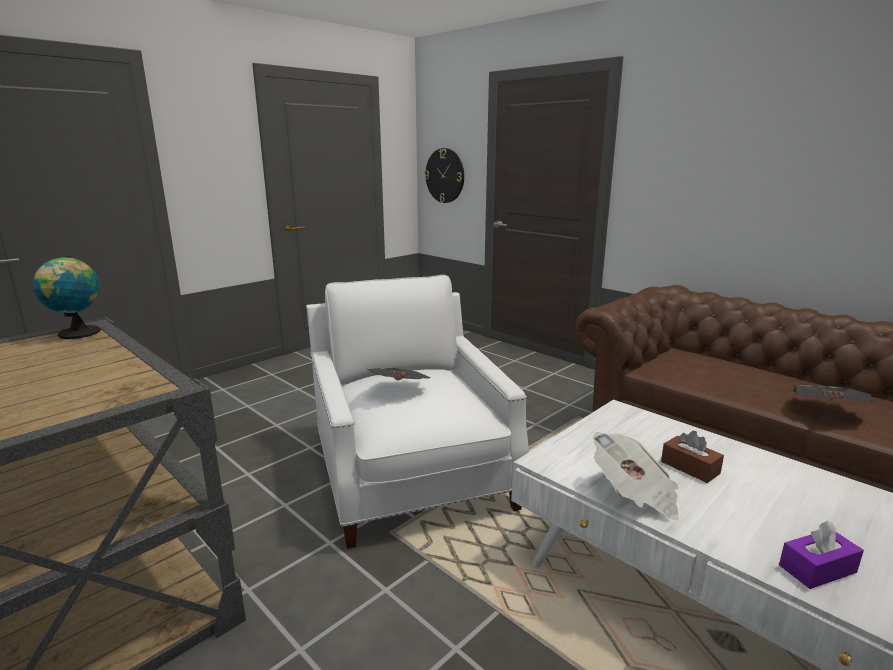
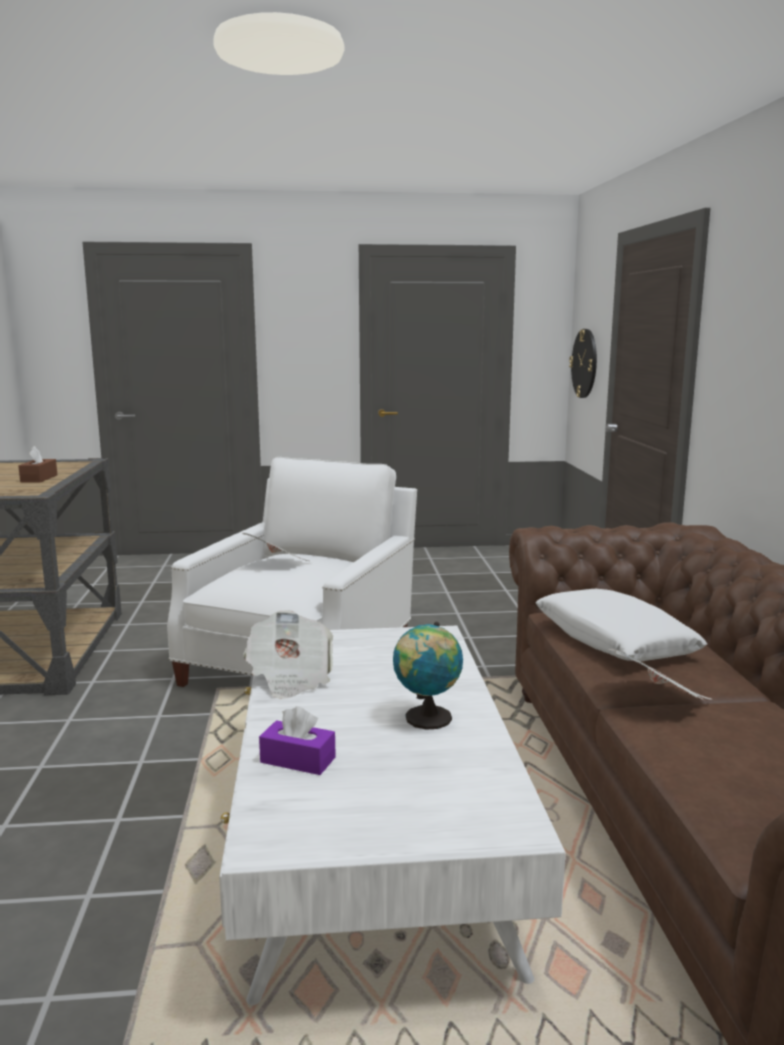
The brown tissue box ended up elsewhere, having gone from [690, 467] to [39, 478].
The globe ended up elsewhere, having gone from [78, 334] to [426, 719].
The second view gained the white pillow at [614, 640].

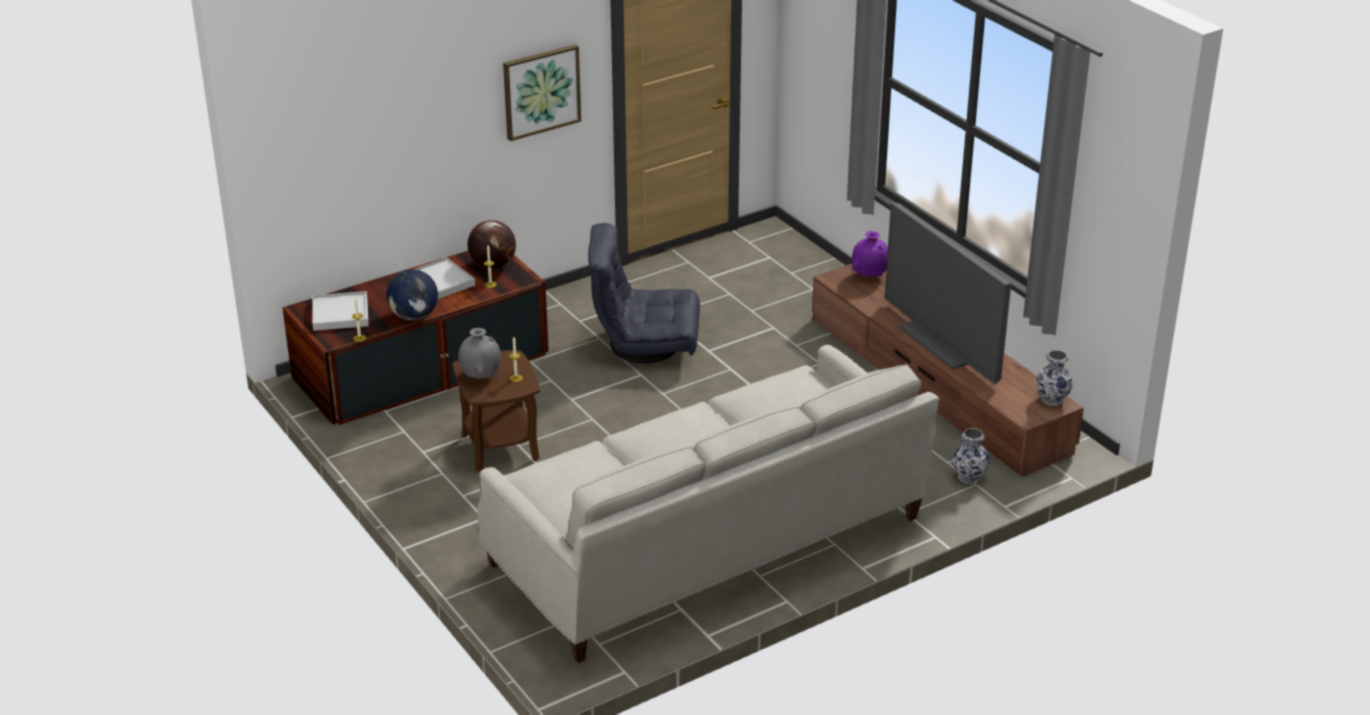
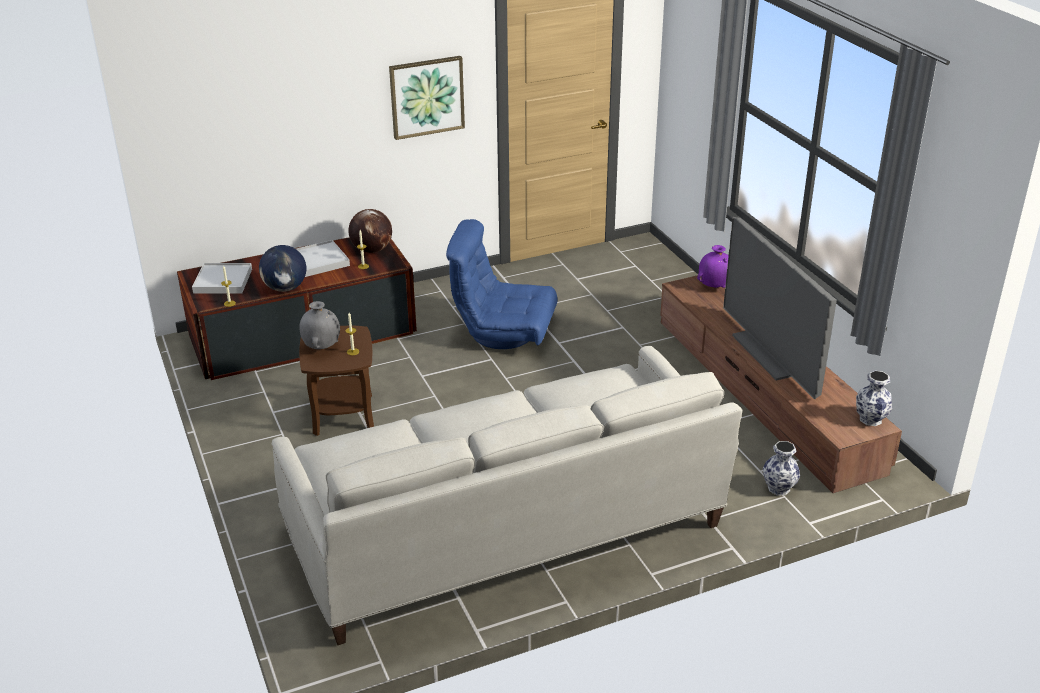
What was the grey armchair at [645, 344] turned into the blue armchair at [503, 332].

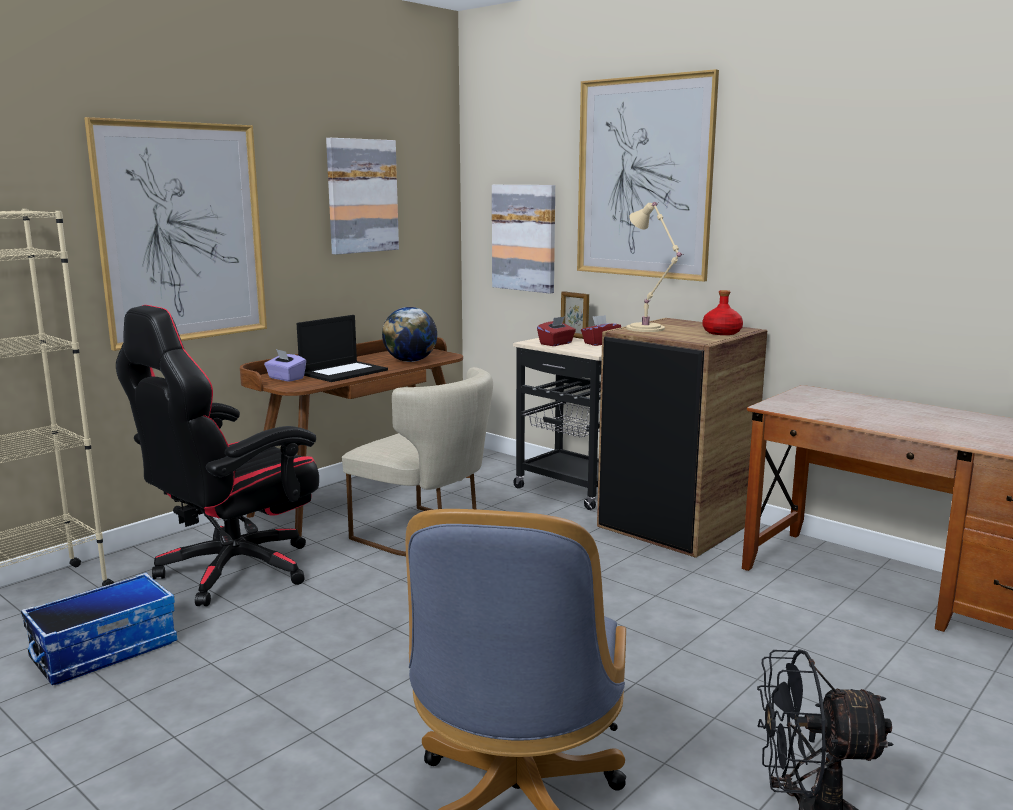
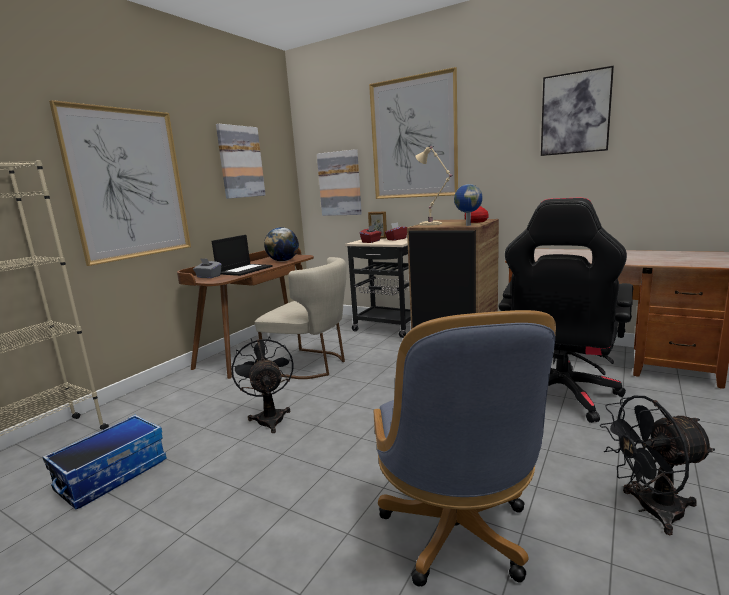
What was the purple tissue box at [285, 378] turned into the grey tissue box at [208, 277].
The second view gained the black fan at [269, 417].
The second view gained the globe at [468, 225].
The black office chair ended up elsewhere, having gone from [236, 570] to [561, 393].
The second view gained the picture at [575, 113].

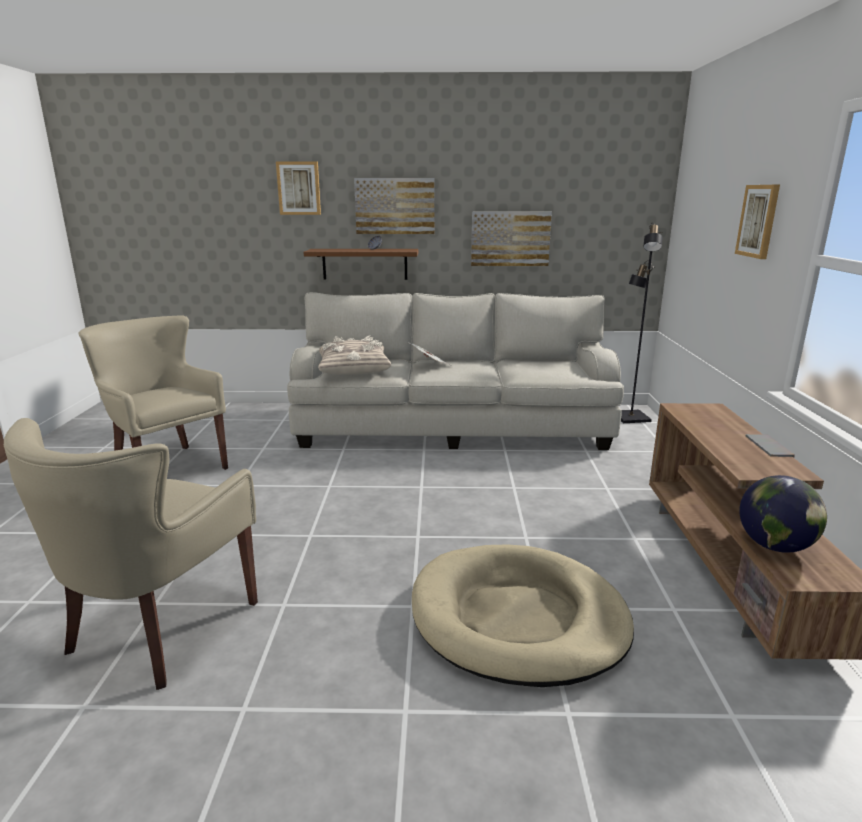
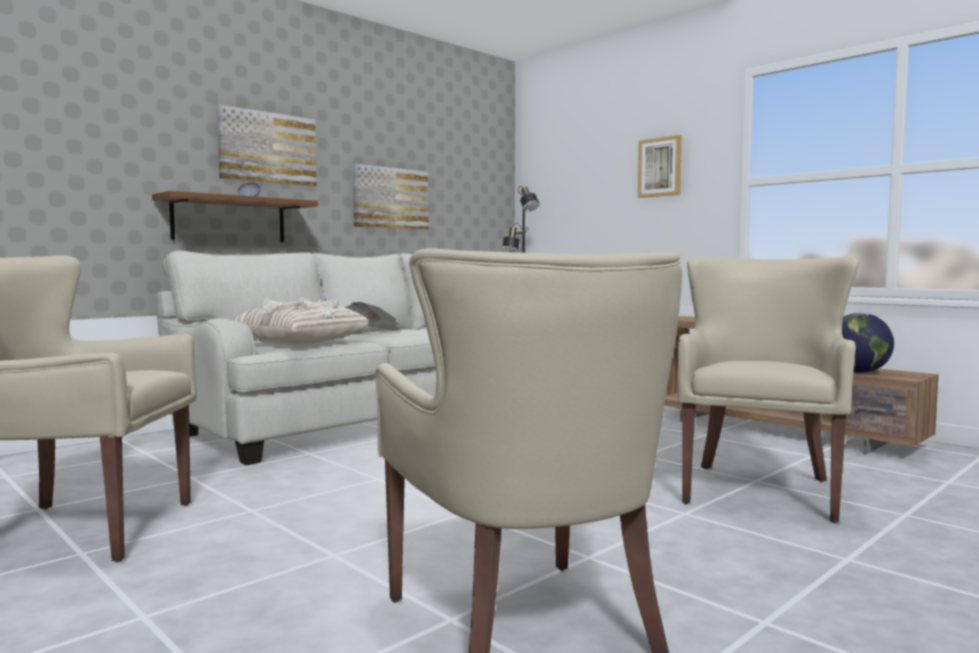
Where the beige dog bed stood at [518, 618], the beige armchair came to stand at [760, 490].
The second view lost the picture at [299, 188].

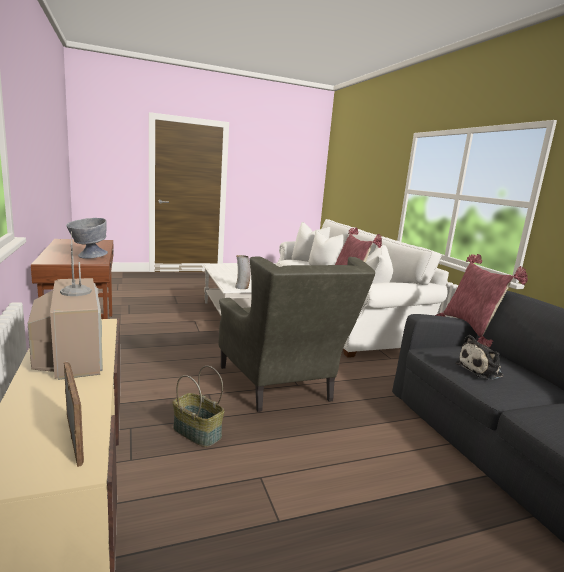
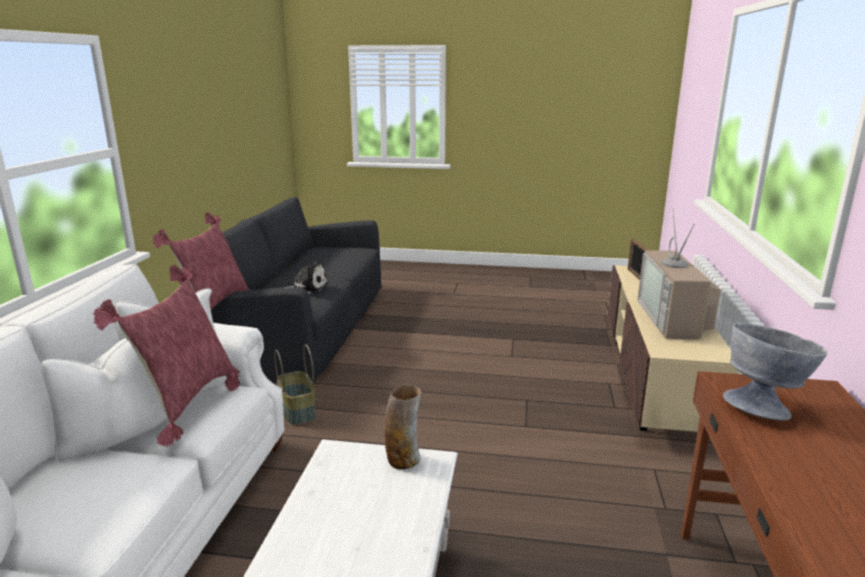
The basket ended up elsewhere, having gone from [196, 432] to [298, 411].
The second view lost the grey armchair at [282, 387].

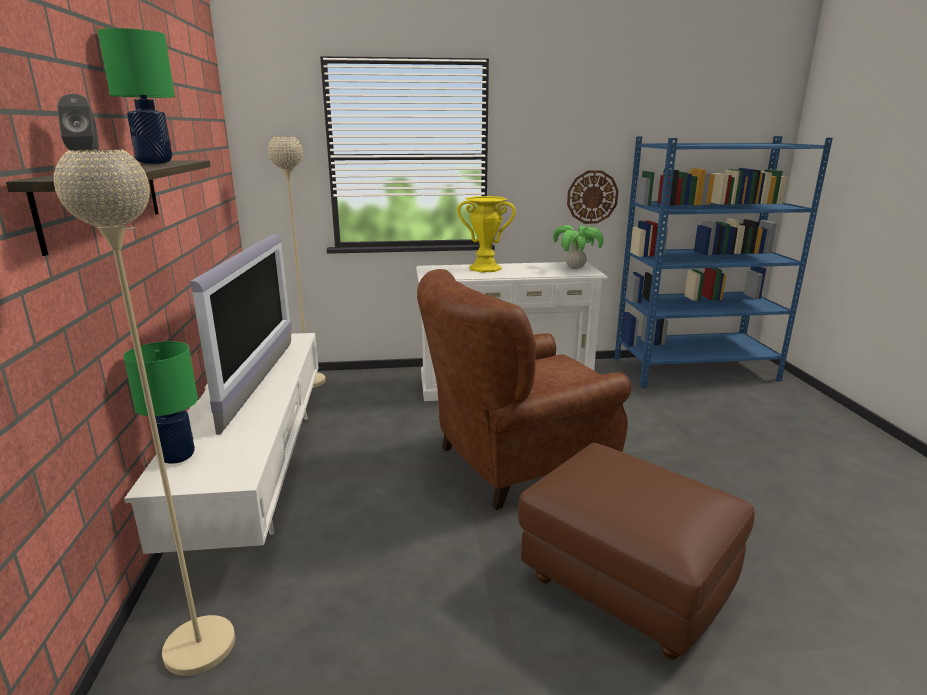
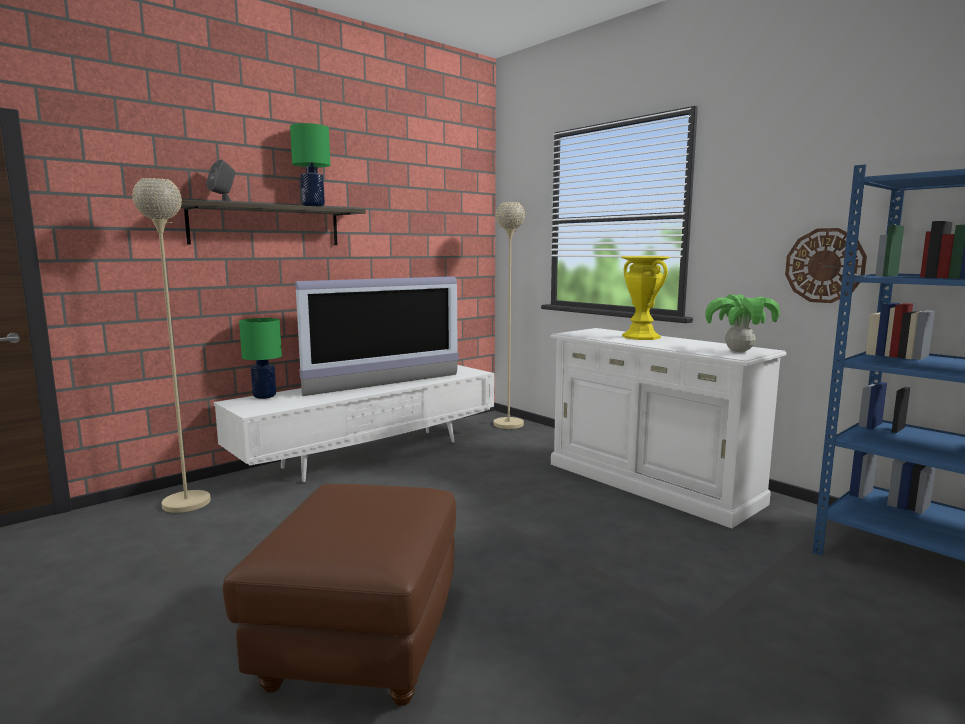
The second view lost the brown armchair at [514, 463].

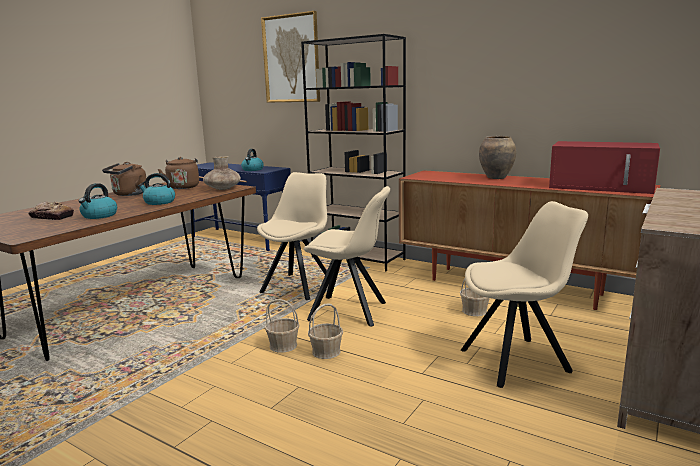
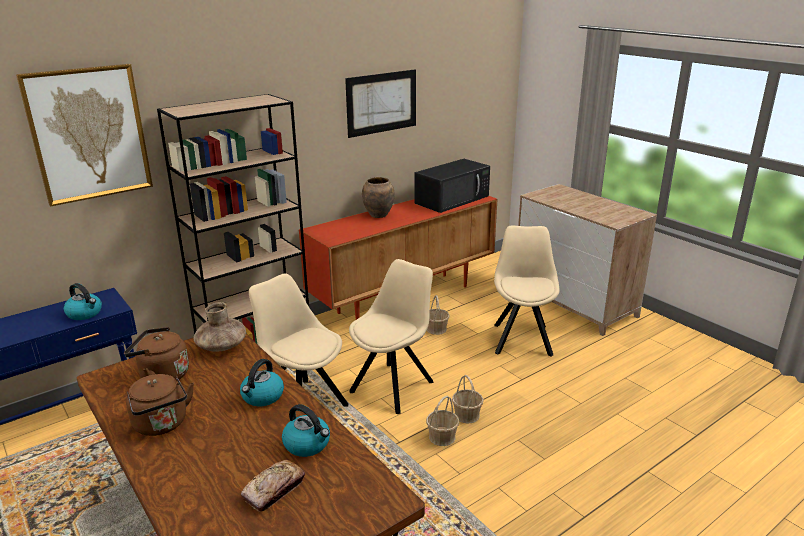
The second view gained the picture at [382, 103].
What was the red microwave at [602, 186] turned into the black microwave at [452, 199].

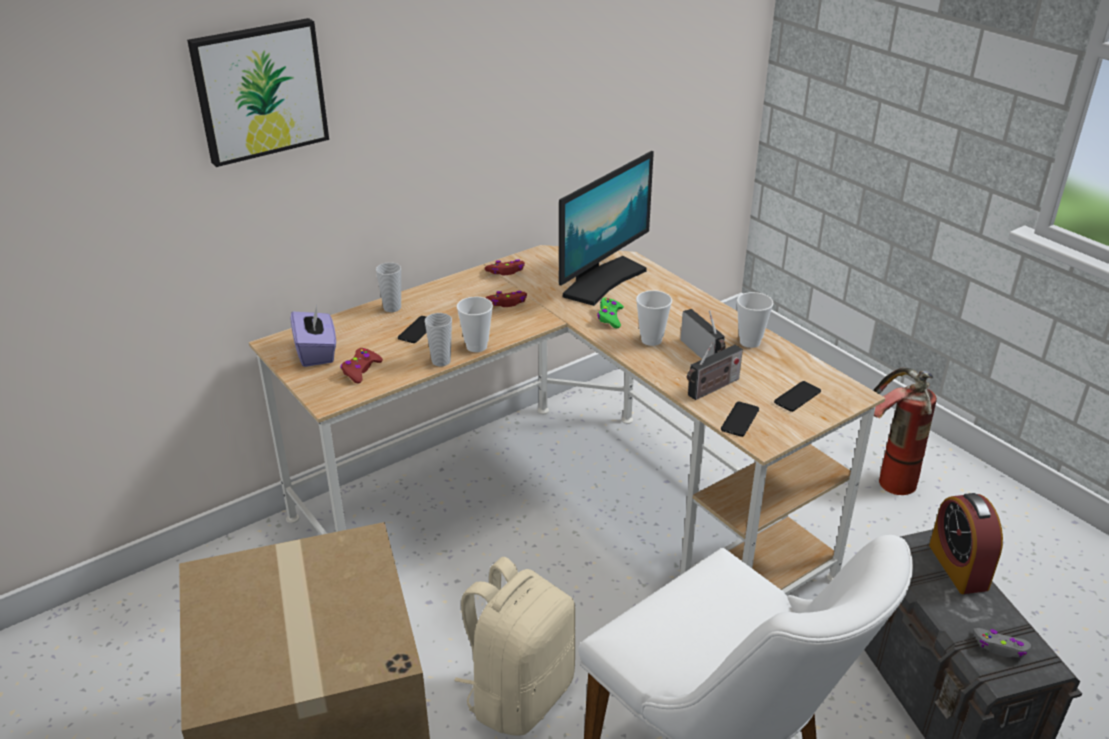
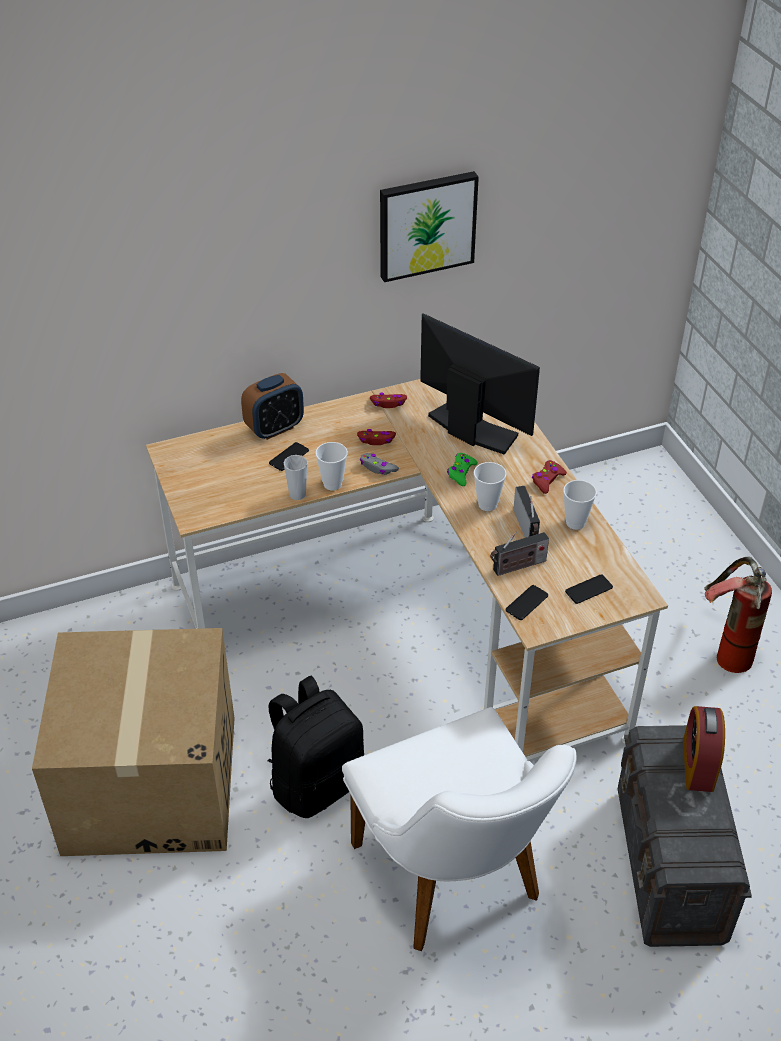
Where the cup stood at [392, 308], the alarm clock came to stand at [274, 428].
What was the beige backpack at [519, 693] turned into the black backpack at [316, 783].
The grey game controller ended up elsewhere, having gone from [1000, 647] to [377, 468].
The picture ended up elsewhere, having gone from [259, 90] to [426, 224].
The monitor at [602, 281] ended up facing another way, 105 degrees counterclockwise from before.
The red game controller ended up elsewhere, having gone from [361, 370] to [547, 480].
The second view lost the purple tissue box at [316, 352].

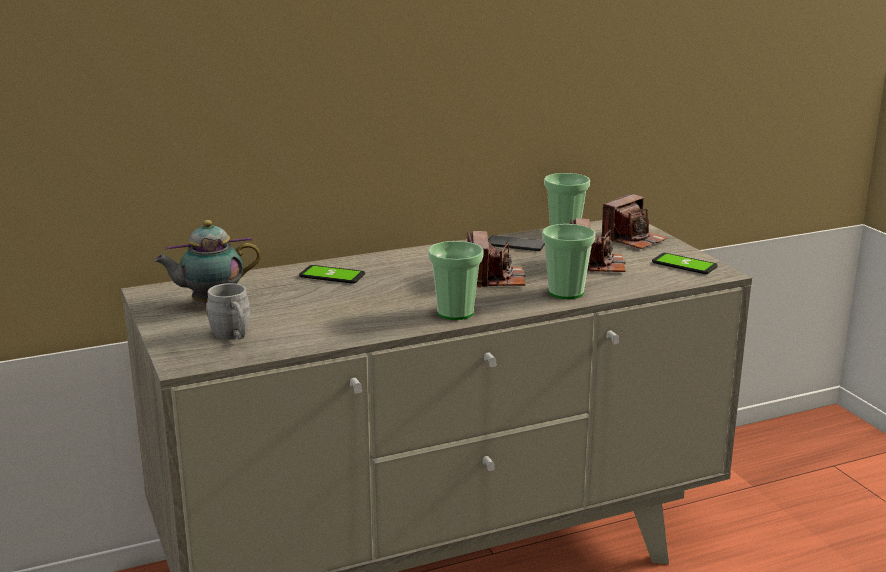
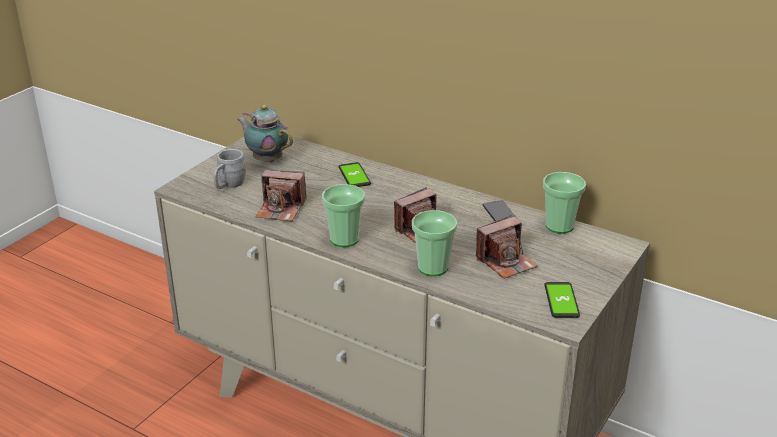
The photo camera ended up elsewhere, having gone from [633, 239] to [281, 209].

